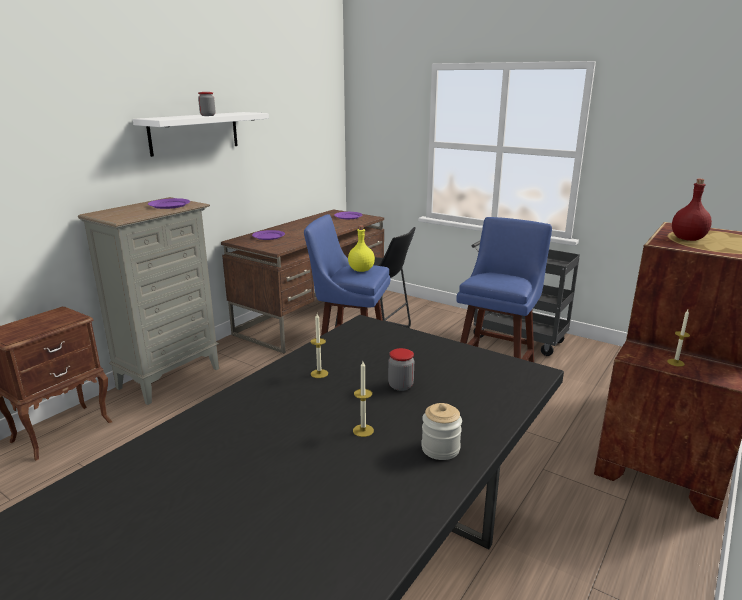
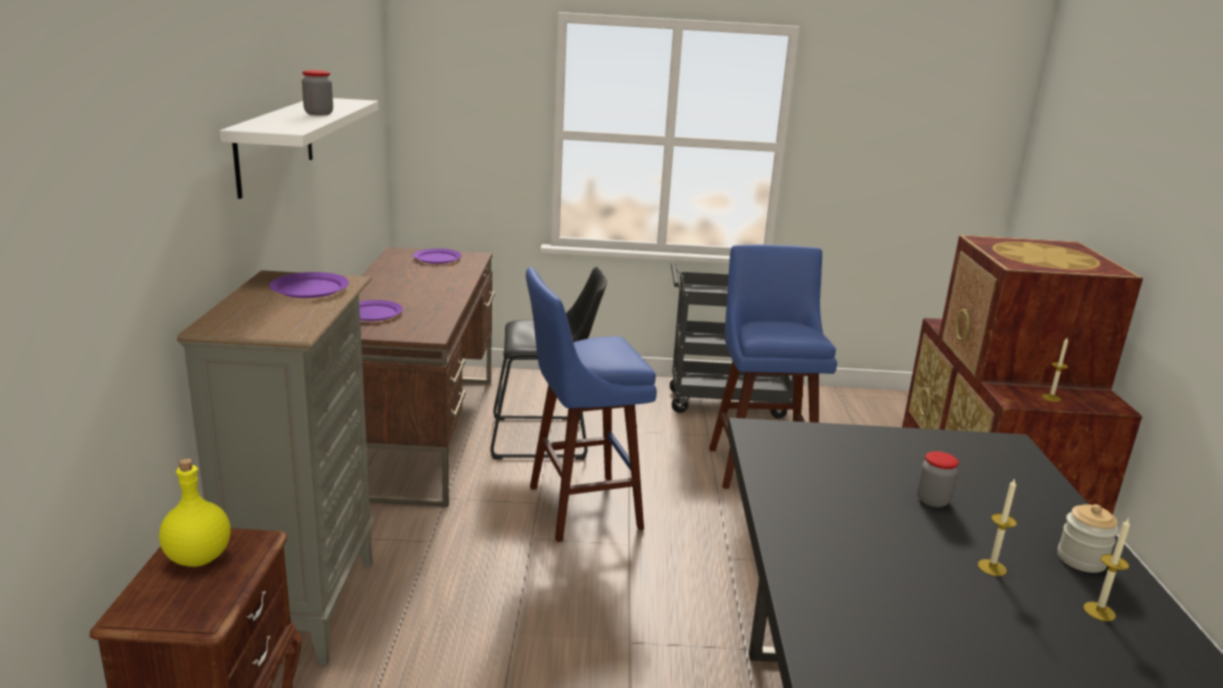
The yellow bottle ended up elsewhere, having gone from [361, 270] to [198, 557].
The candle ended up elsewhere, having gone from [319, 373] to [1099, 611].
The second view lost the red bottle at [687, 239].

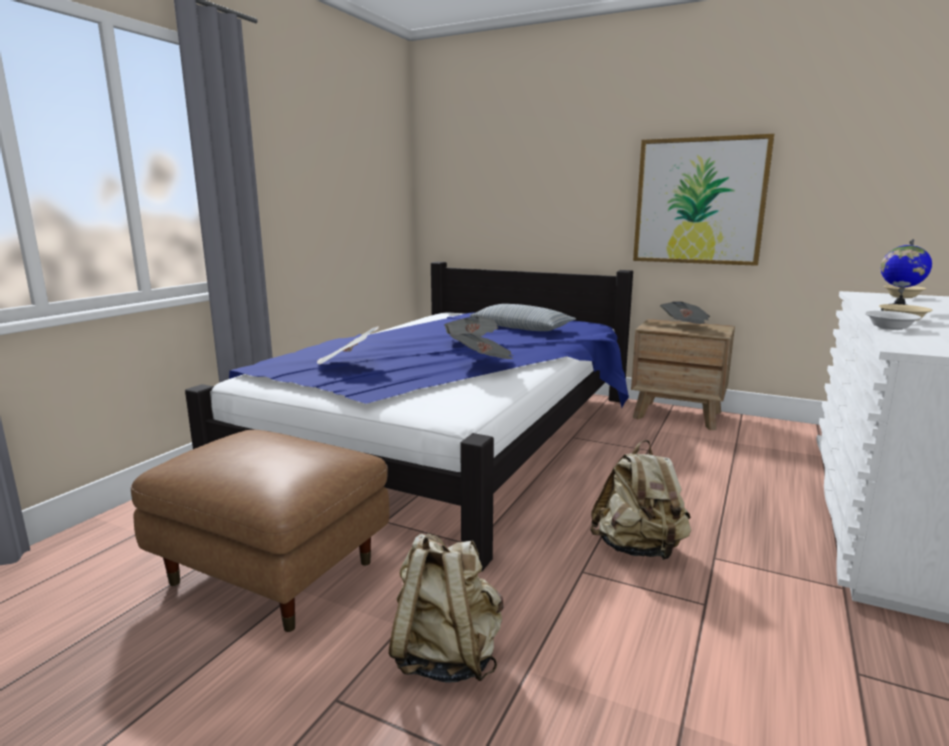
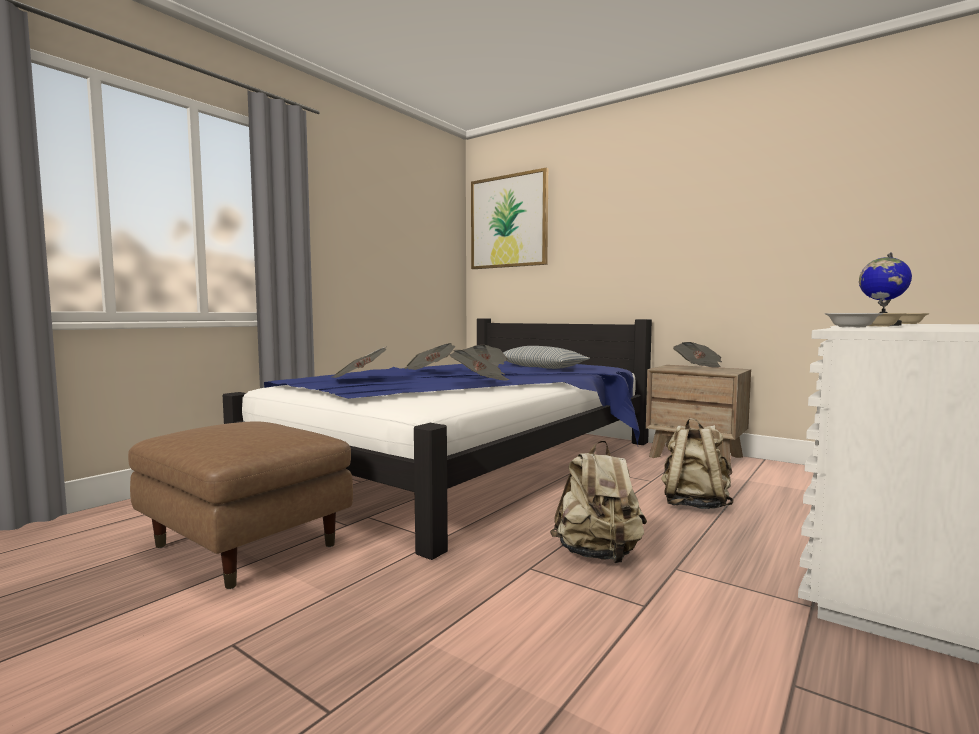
The second view gained the newspaper at [429, 371].
The picture ended up elsewhere, having gone from [699, 201] to [508, 221].
The beige backpack ended up elsewhere, having gone from [446, 656] to [694, 504].

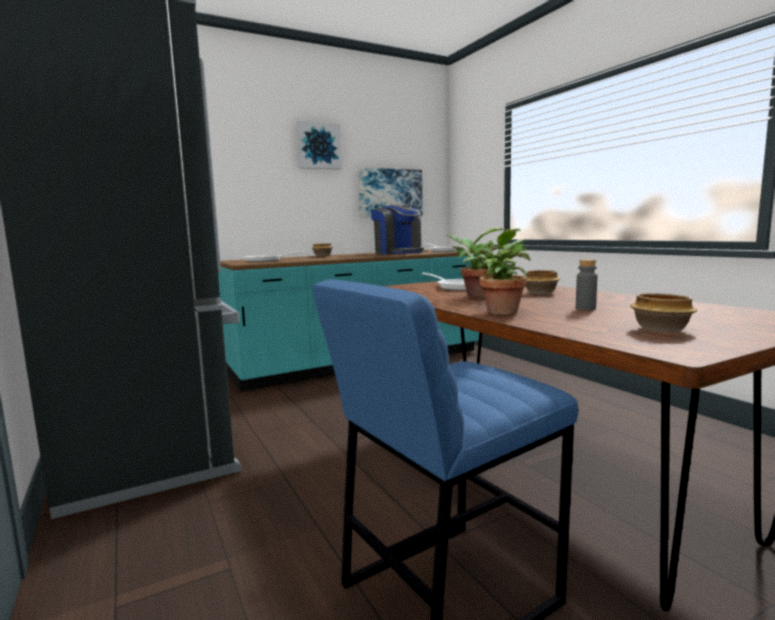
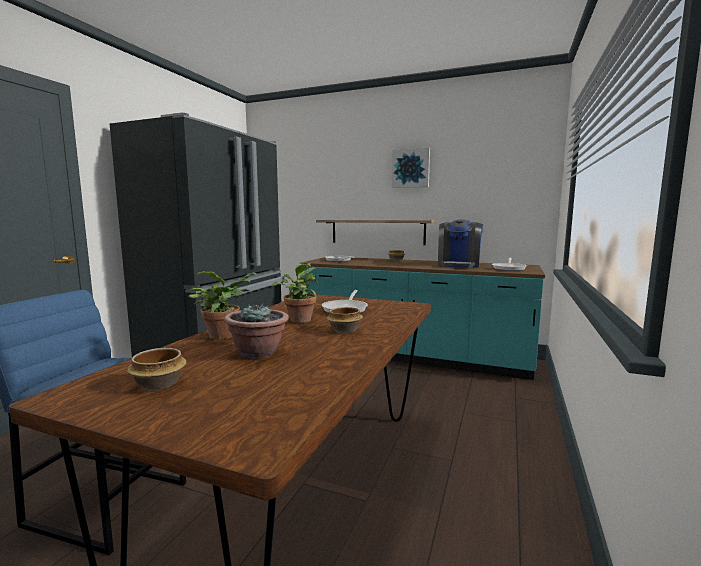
Where the grey bottle stood at [585, 308], the potted plant came to stand at [258, 353].
The second view gained the shelf at [377, 231].
The second view lost the picture at [390, 193].

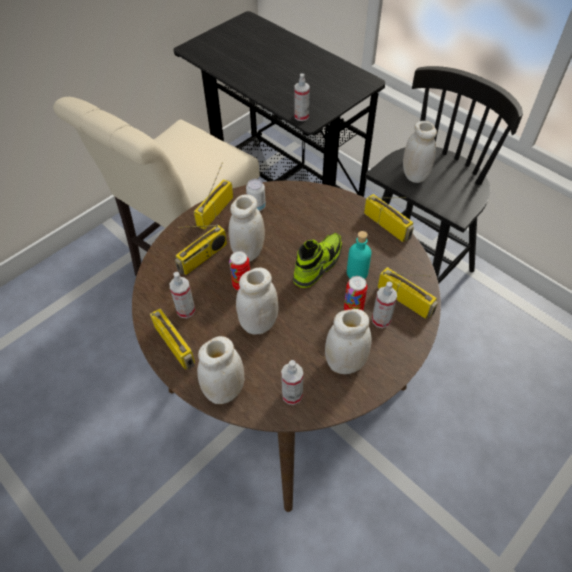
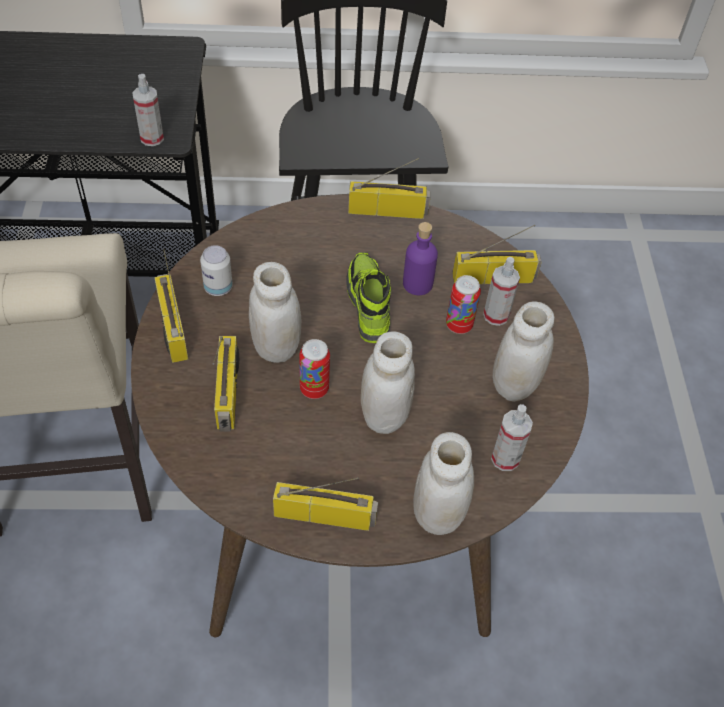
What was the turquoise bottle at [357, 273] turned into the purple bottle at [417, 284].
The second view lost the spray bottle at [186, 310].
The second view lost the white jar at [414, 175].

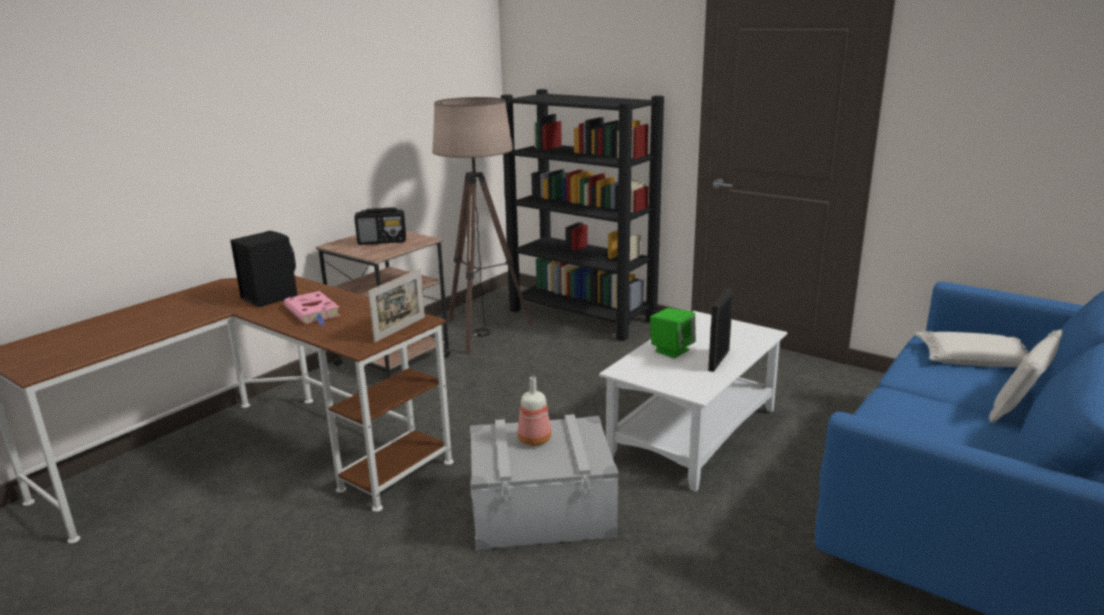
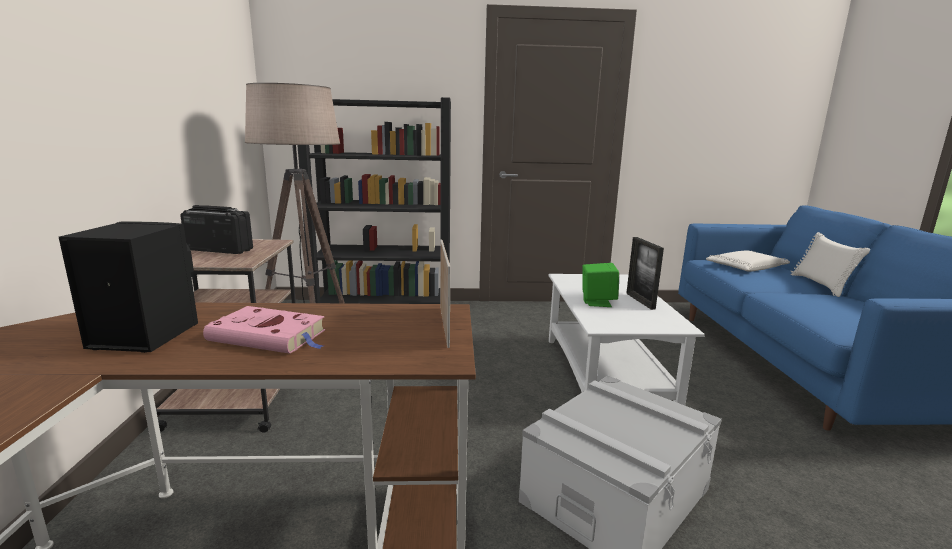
The radio at [382, 241] ended up facing another way, 120 degrees counterclockwise from before.
The second view lost the bottle at [534, 440].

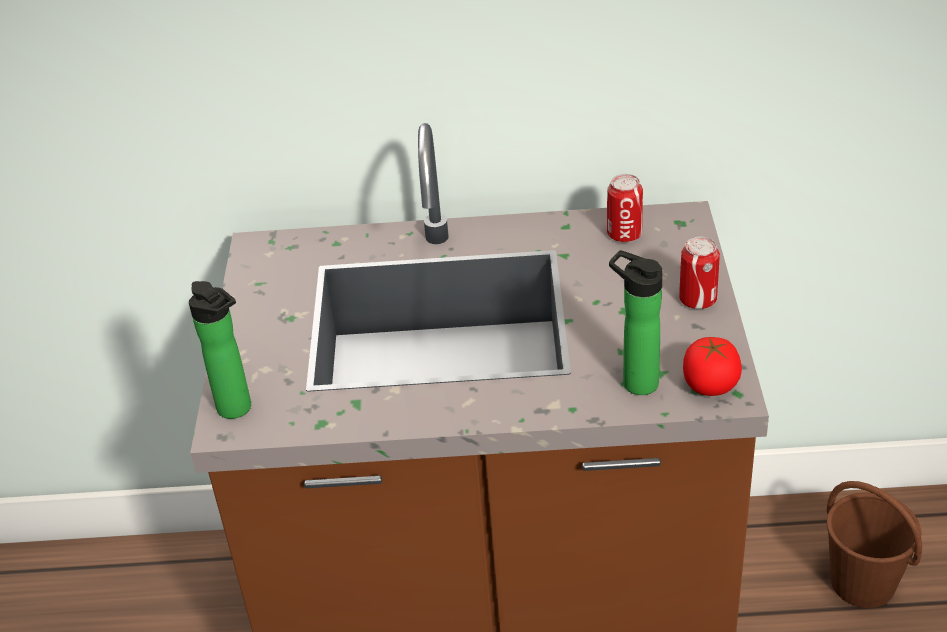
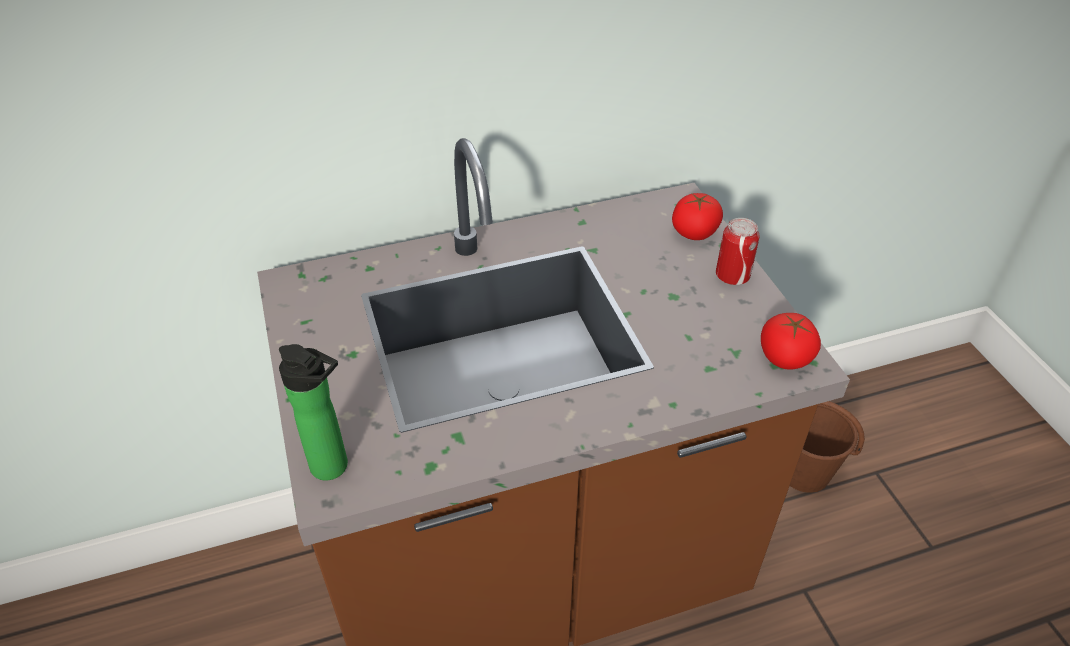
The second view gained the tomato at [694, 232].
The second view lost the can at [624, 234].
The second view lost the bottle at [635, 382].

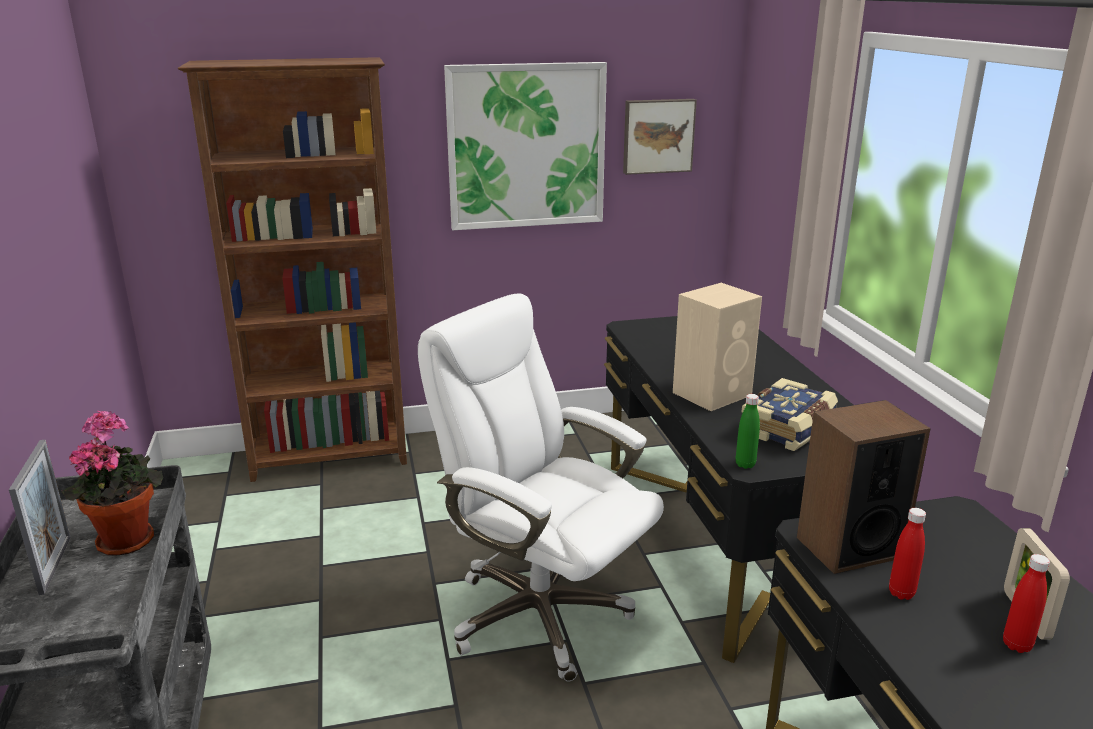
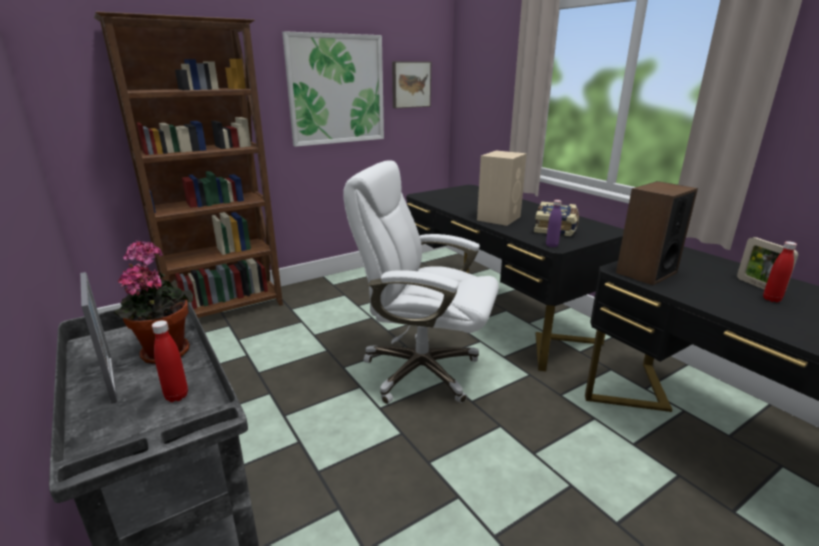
The red bottle ended up elsewhere, having gone from [901, 593] to [177, 396].
What was the green bottle at [745, 464] turned into the purple bottle at [551, 245].

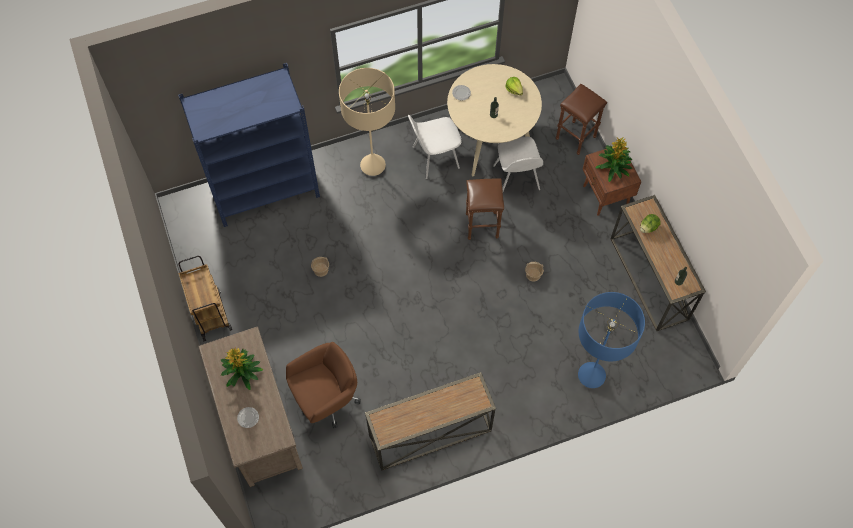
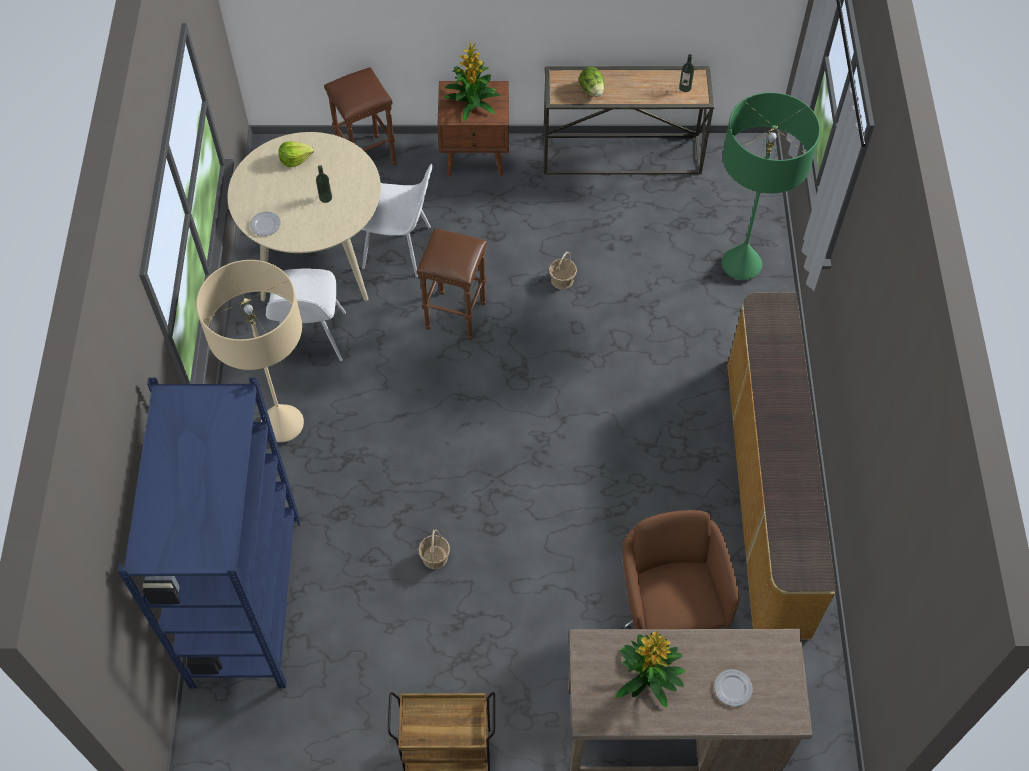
What was the blue floor lamp at [591, 376] turned into the green floor lamp at [741, 266].
Where the console table stood at [430, 434], the brown cabinet came to stand at [766, 489].

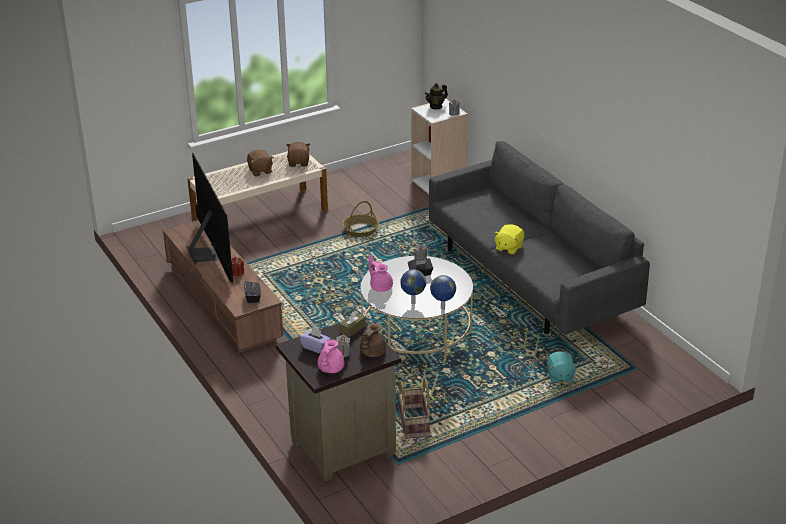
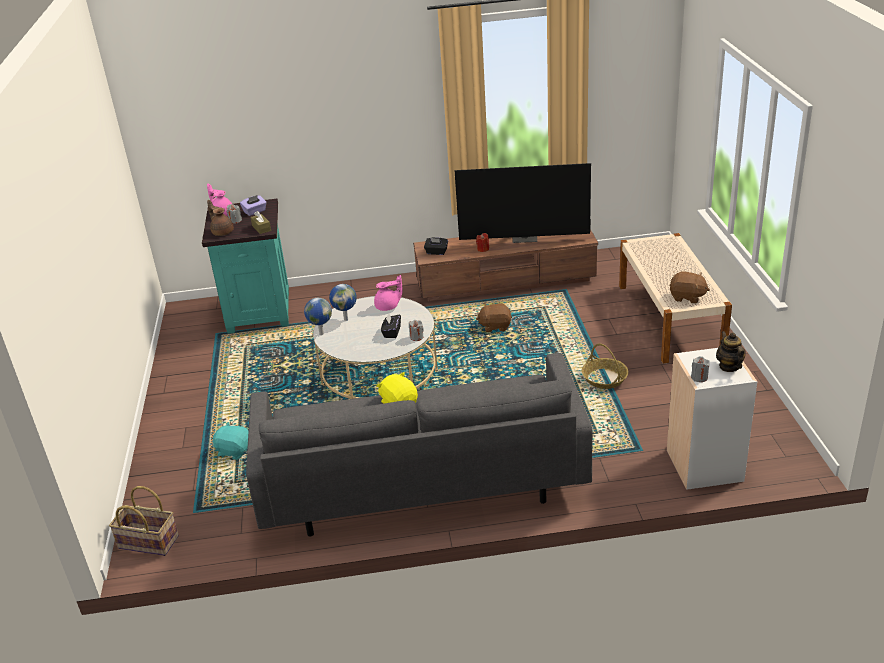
The basket ended up elsewhere, having gone from [414, 423] to [147, 543].
What was the beige cabinet at [340, 449] turned into the turquoise cabinet at [260, 311].
The brown plush toy ended up elsewhere, having gone from [260, 171] to [495, 326].

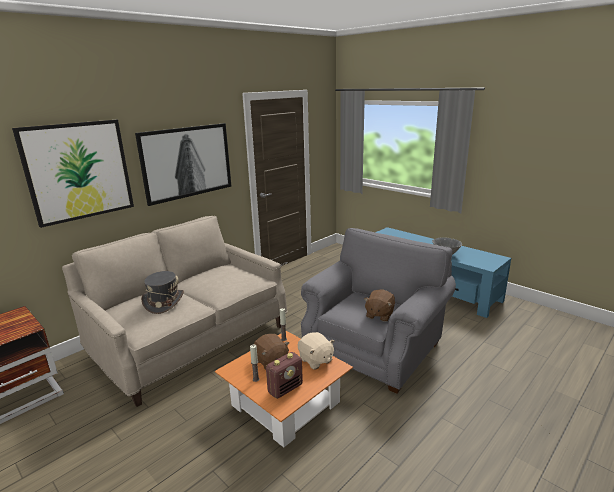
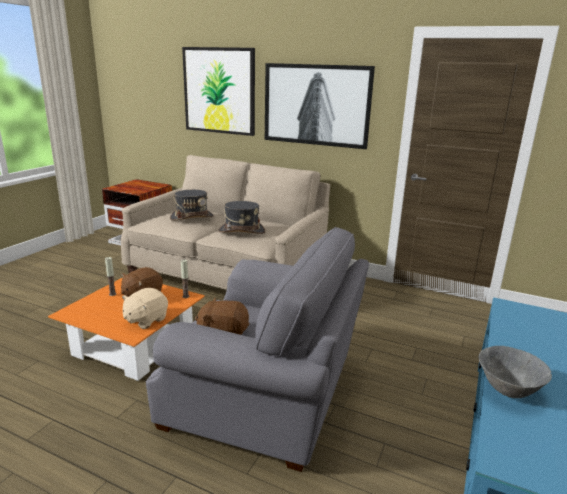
The second view gained the grey hat at [241, 231].
The second view lost the radio at [285, 388].

